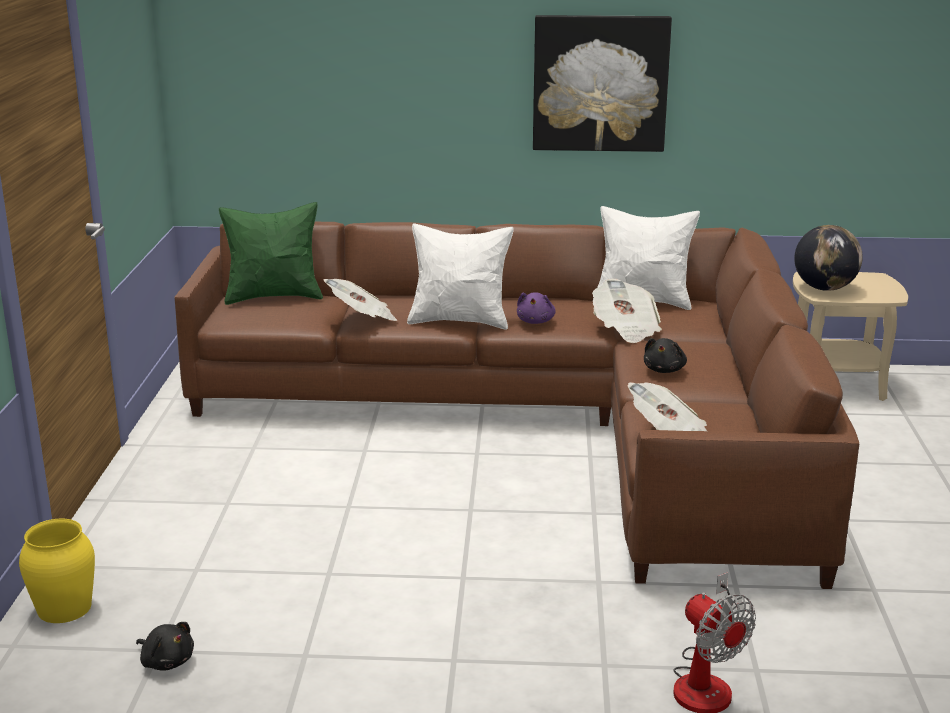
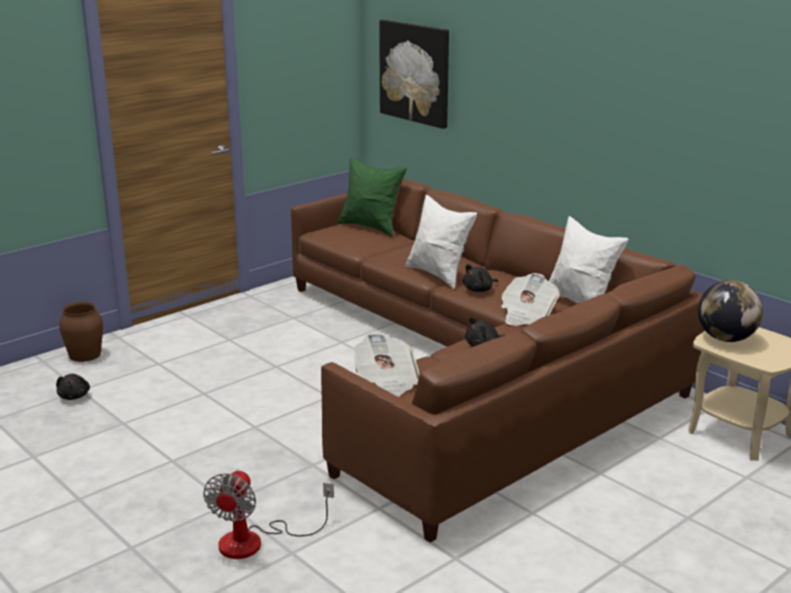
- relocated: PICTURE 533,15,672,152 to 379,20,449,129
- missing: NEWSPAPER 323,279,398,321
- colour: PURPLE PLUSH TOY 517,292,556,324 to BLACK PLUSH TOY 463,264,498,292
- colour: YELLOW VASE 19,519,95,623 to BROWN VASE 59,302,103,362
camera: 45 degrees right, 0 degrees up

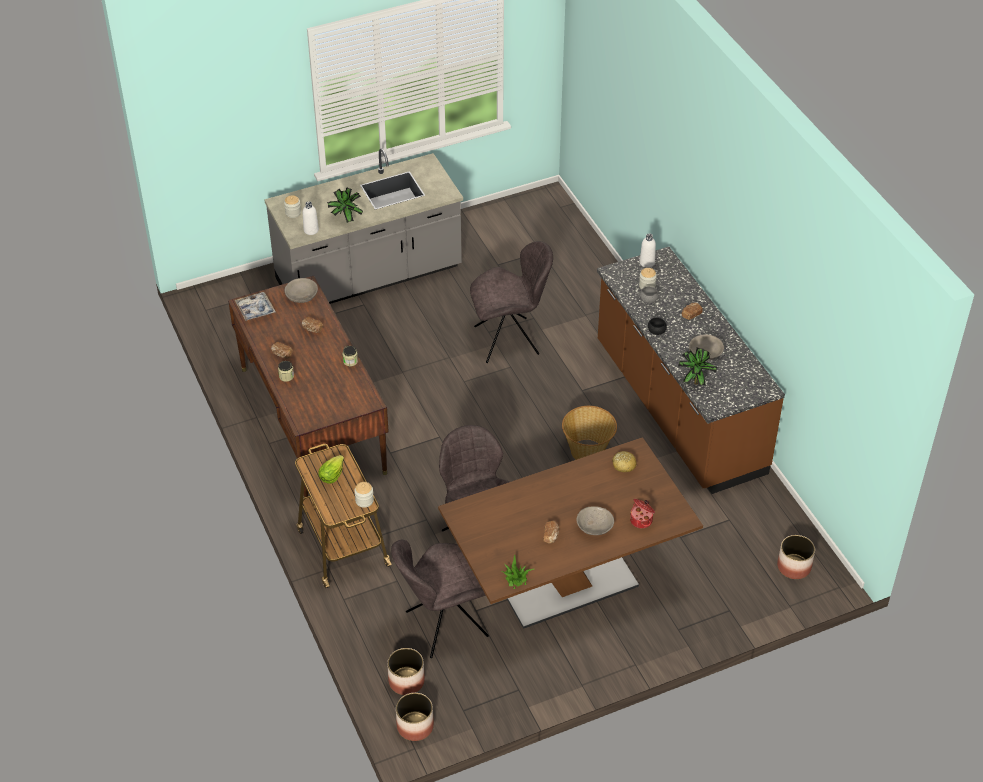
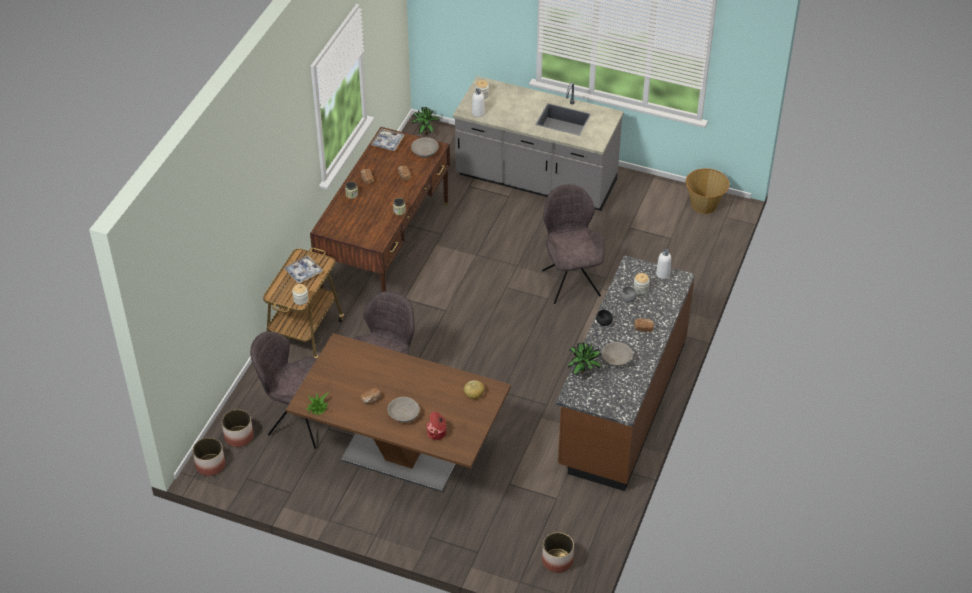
- relocated: POTTED PLANT 327,187,363,223 to 412,107,440,134
- spun: GREY CHAIR 470,241,553,363 = 542,184,605,304 135 degrees counterclockwise
- relocated: BASKET 562,406,617,460 to 686,168,729,214
- exchanged: LETTUCE 318,455,344,484 to TRAY 284,255,323,284
camera: 45 degrees right, 0 degrees up

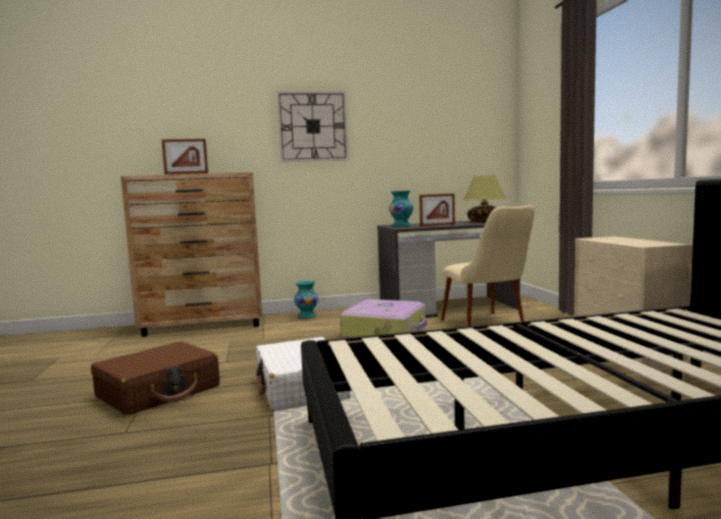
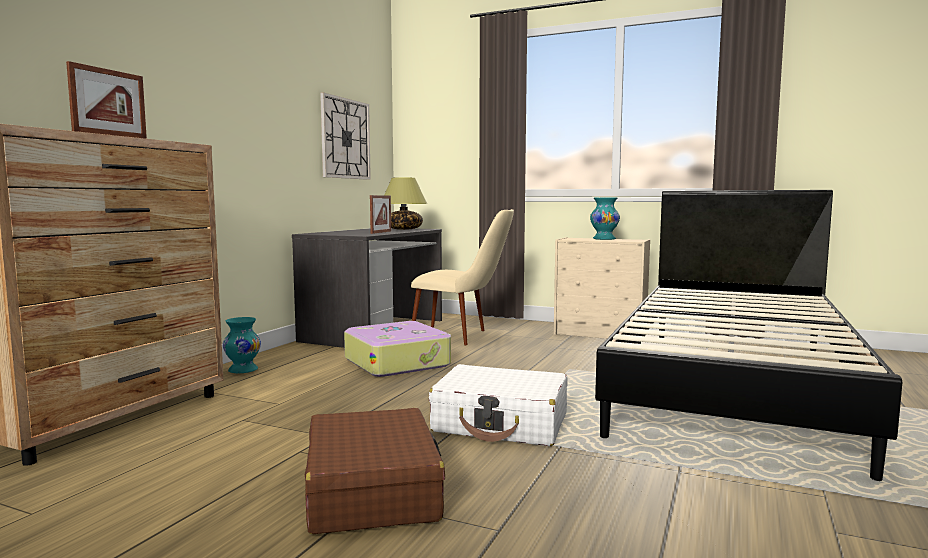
- relocated: WALL CLOCK 276,91,349,162 to 320,92,371,180
- relocated: TURQUOISE VASE 389,191,413,227 to 590,198,620,240
camera: 55 degrees left, 0 degrees up

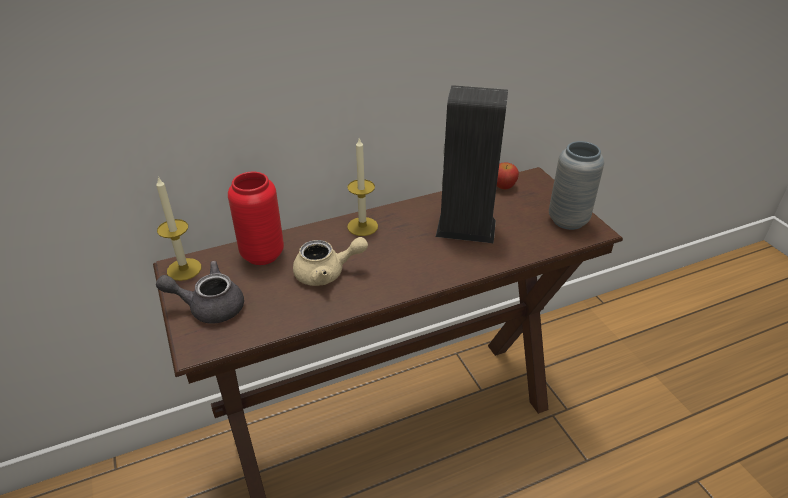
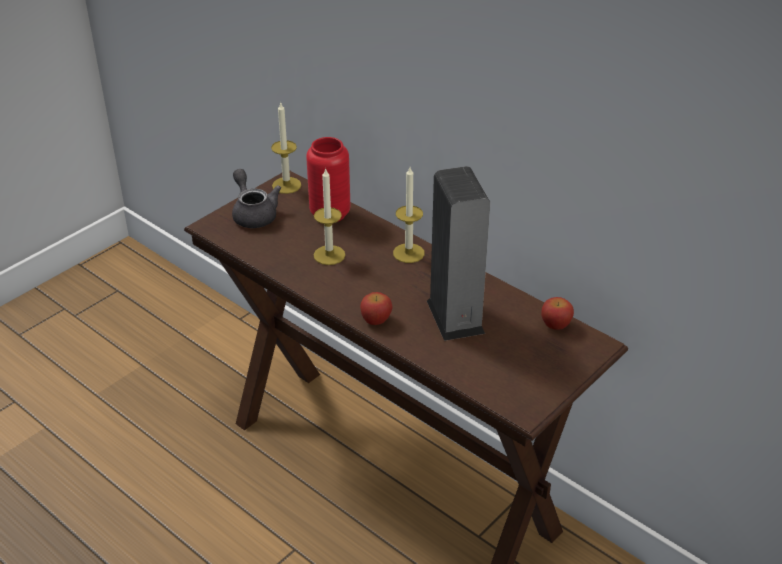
- missing: GREY VASE 549,141,604,230
- exchanged: BEIGE TEAPOT 293,237,368,286 to CANDLE 314,168,346,265
- appeared: APPLE 360,292,392,325
camera: 65 degrees right, 0 degrees up

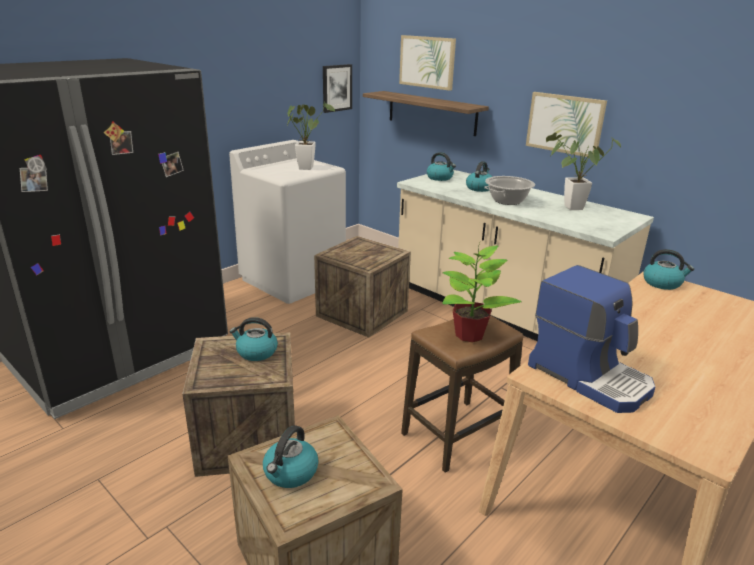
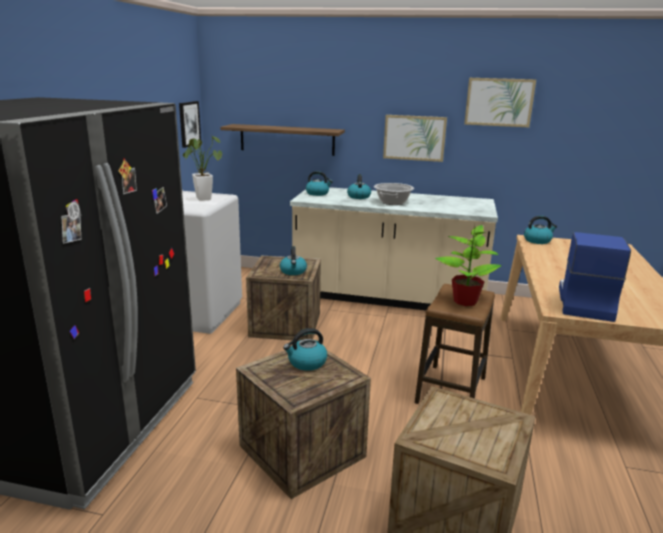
- relocated: PICTURE 399,35,456,91 to 464,78,536,127
- missing: POTTED PLANT 546,133,621,210
- spun: COFFEE MACHINE 528,265,655,413 = 559,232,631,322 90 degrees counterclockwise
- relocated: KETTLE 263,425,318,488 to 280,246,307,275
camera: 30 degrees left, 5 degrees down

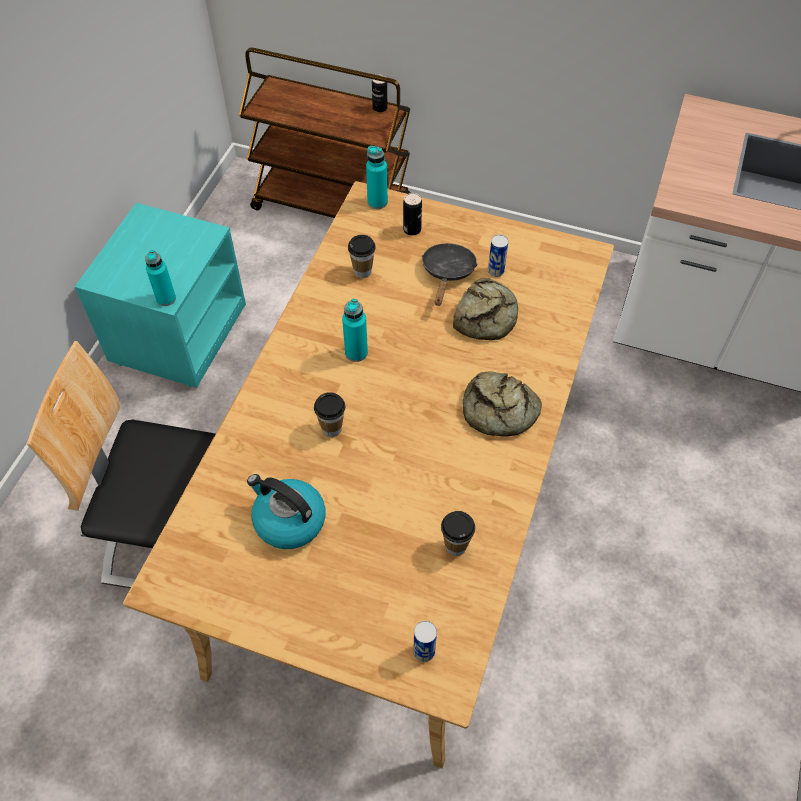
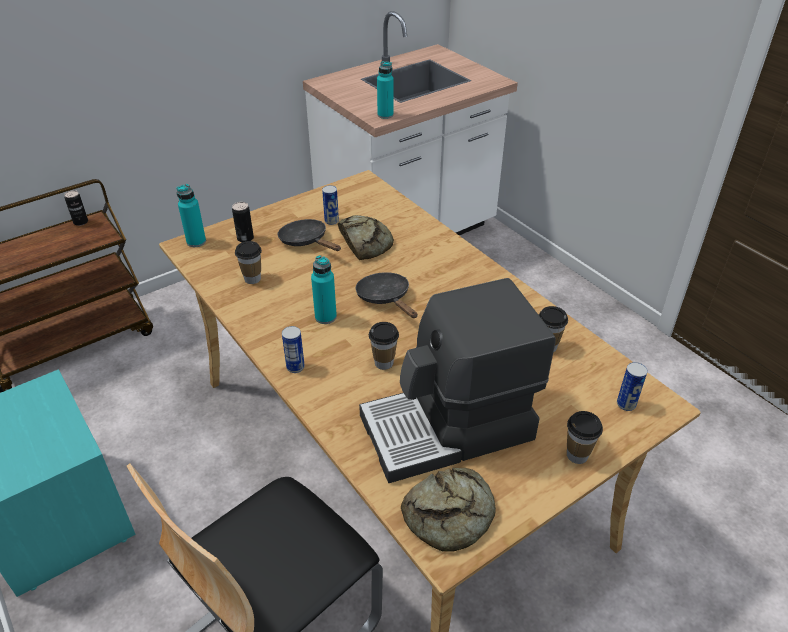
- relocated: TURQUOISE BOTTLE 145,250,176,306 to 377,61,394,119
- relocated: BREAD 463,371,542,437 to 401,468,496,552
- exchanged: KETTLE 247,474,325,549 to COFFEE MACHINE 359,278,556,483
- appeared: BLACK FRYING PAN 356,272,417,318
- appeared: CAN 282,326,305,373
- appeared: CUP 567,411,603,464
camera: 55 degrees left, 15 degrees down

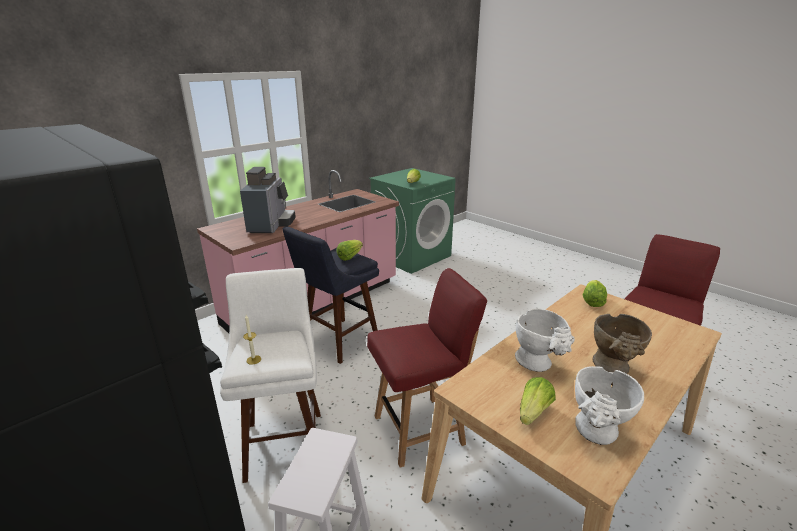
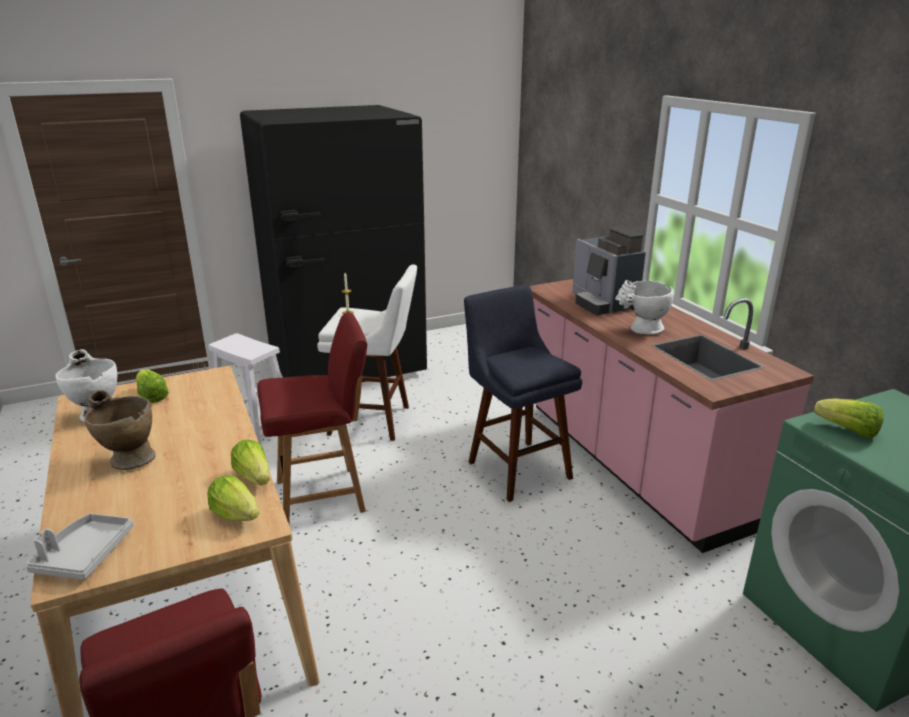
- spun: COFFEE MACHINE 240,167,296,233 = 572,227,646,315 45 degrees clockwise
- relocated: LETTUCE 336,240,363,261 to 231,440,270,486
- spun: RED CHAIR 367,268,487,468 = 257,312,367,523 105 degrees counterclockwise
- relocated: WHITE VASE 515,309,575,372 to 615,280,674,335
- appeared: GREY TRAY 26,513,134,580
camera: 110 degrees right, 0 degrees up

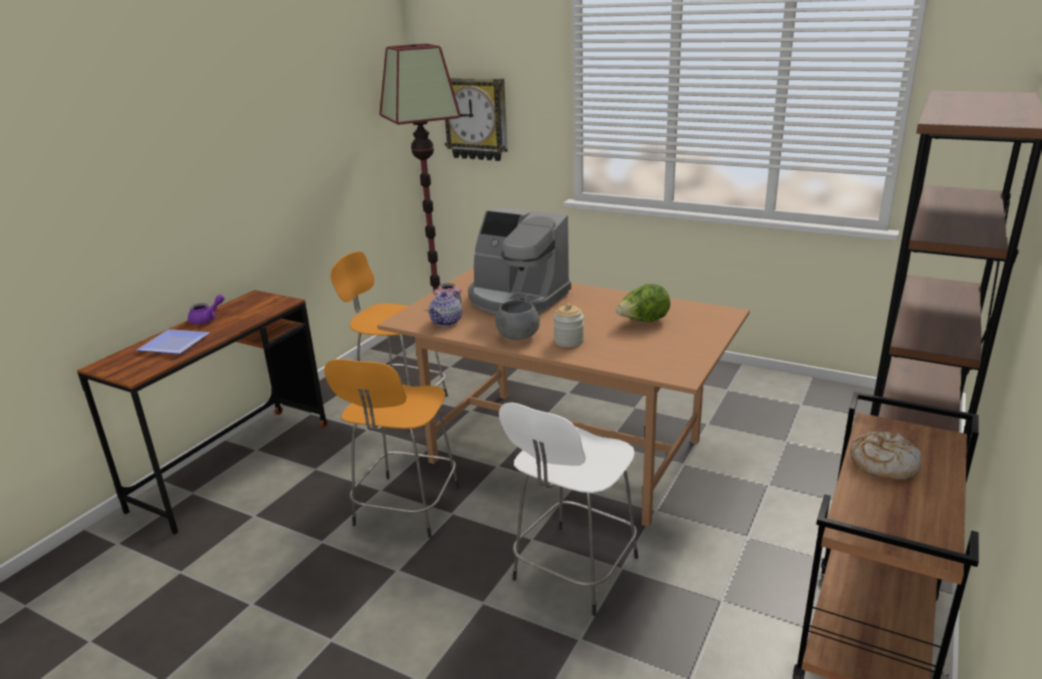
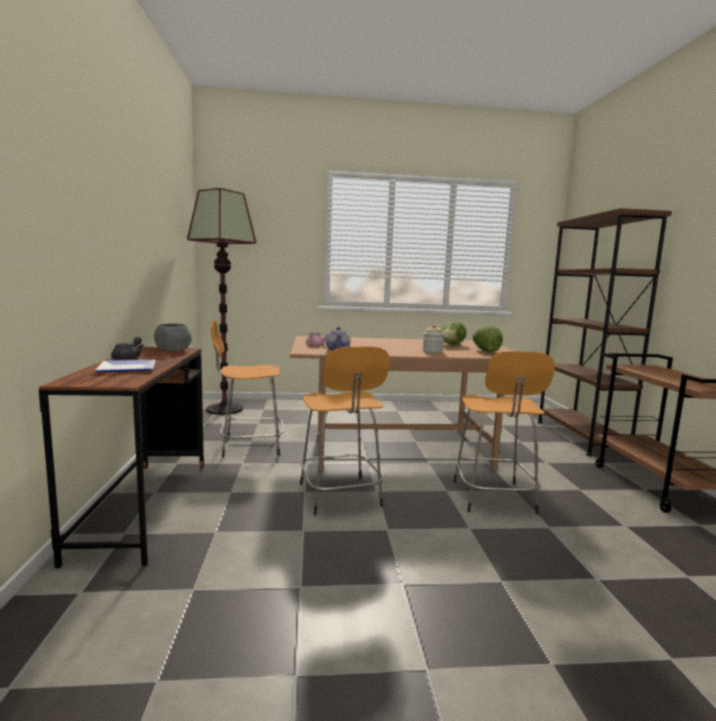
- missing: WALL CLOCK 445,78,508,161
- missing: COFFEE MACHINE 468,207,571,314
- colour: PURPLE TEAPOT 188,295,225,324 to GREY TEAPOT 111,337,144,360
- relocated: GREY BOWL 495,300,540,340 to 154,323,192,352
- colour: WHITE STOOL 499,402,638,616 to ORANGE STOOL 453,351,555,514
- missing: BREAD 850,431,921,480
- appeared: LETTUCE 473,326,503,352
camera: 35 degrees left, 15 degrees down

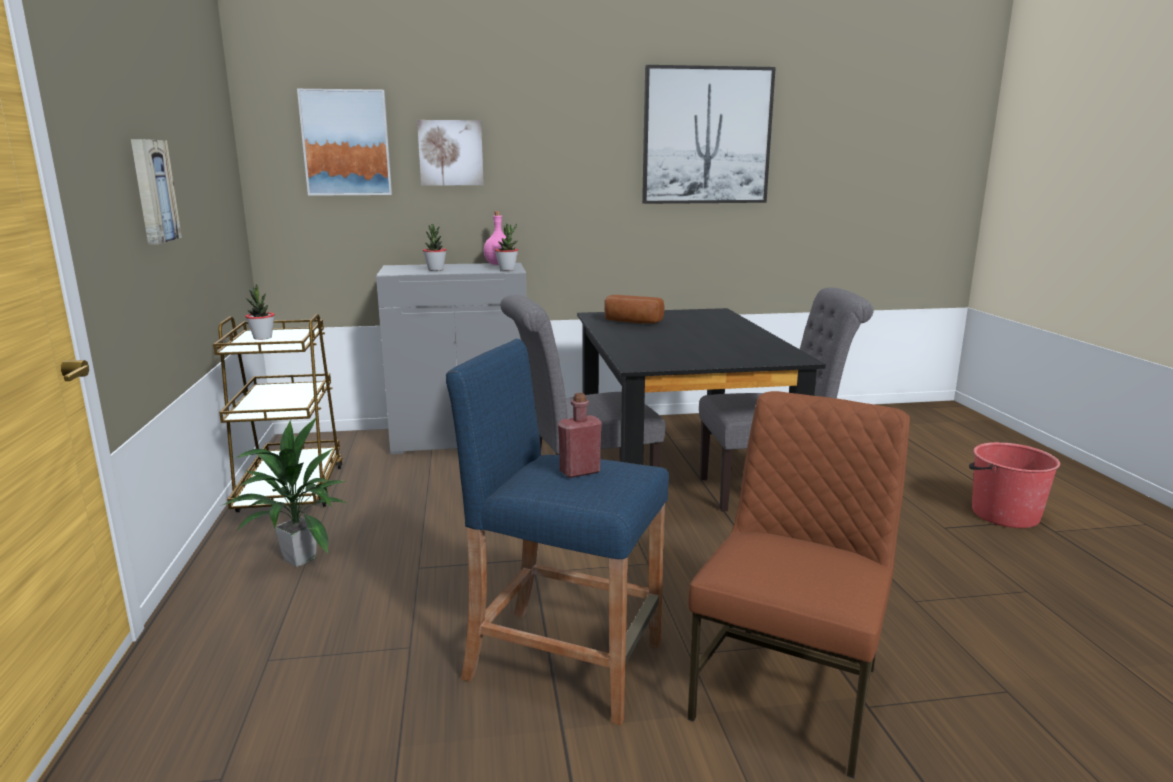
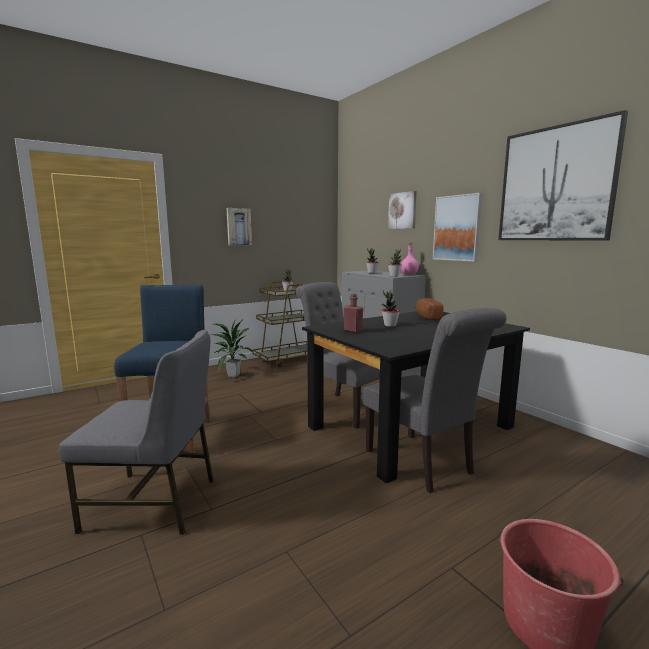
- relocated: PICTURE 297,89,392,196 to 433,193,482,261
- colour: BROWN CHAIR 687,391,910,778 to GREY CHAIR 59,330,214,535
- relocated: RED BOTTLE 558,393,602,478 to 344,294,363,333
- appeared: POTTED PLANT 382,291,400,327
camera: 65 degrees right, 5 degrees down

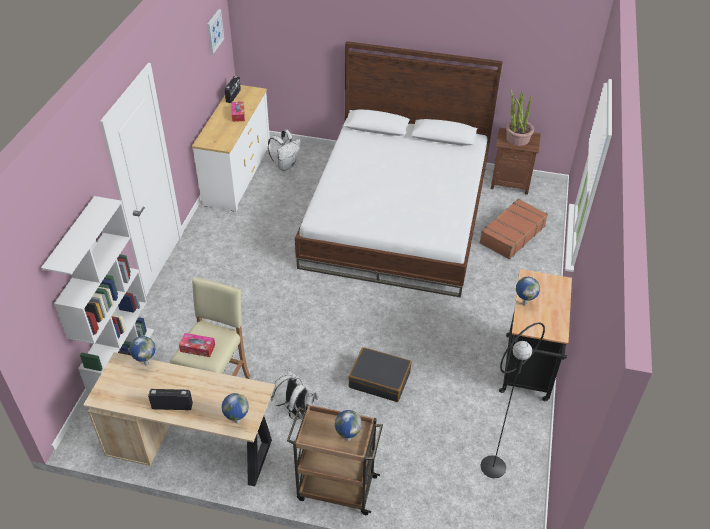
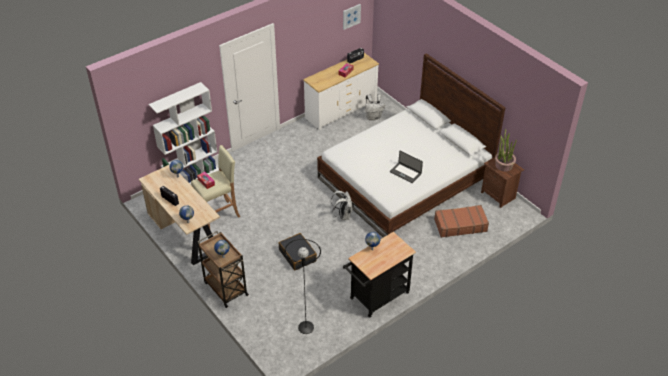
- relocated: WHITE BACKPACK 271,371,318,420 to 331,191,352,220
- appeared: LAPTOP 390,150,423,183
camera: 40 degrees right, 0 degrees up

